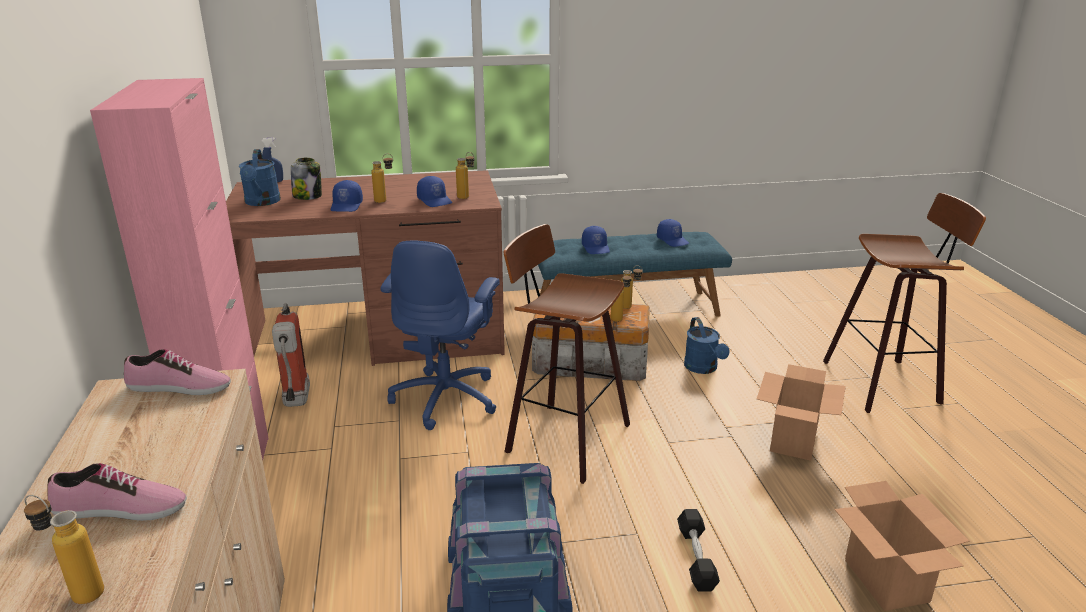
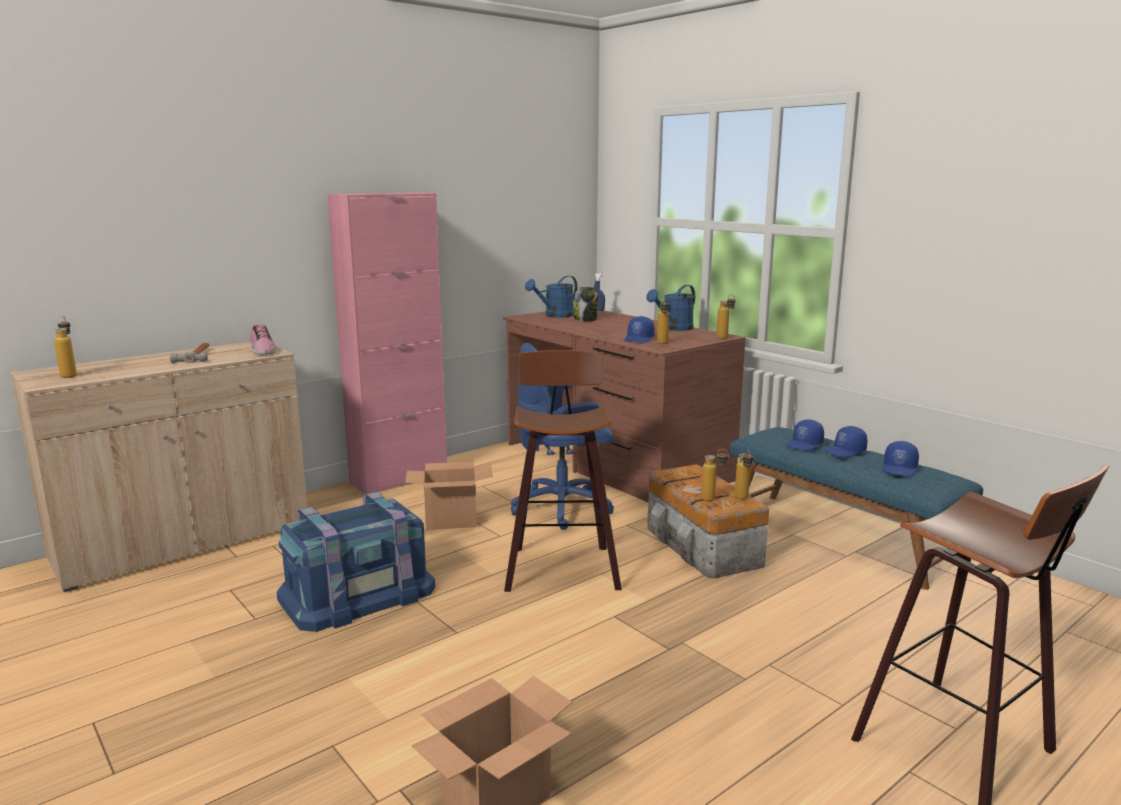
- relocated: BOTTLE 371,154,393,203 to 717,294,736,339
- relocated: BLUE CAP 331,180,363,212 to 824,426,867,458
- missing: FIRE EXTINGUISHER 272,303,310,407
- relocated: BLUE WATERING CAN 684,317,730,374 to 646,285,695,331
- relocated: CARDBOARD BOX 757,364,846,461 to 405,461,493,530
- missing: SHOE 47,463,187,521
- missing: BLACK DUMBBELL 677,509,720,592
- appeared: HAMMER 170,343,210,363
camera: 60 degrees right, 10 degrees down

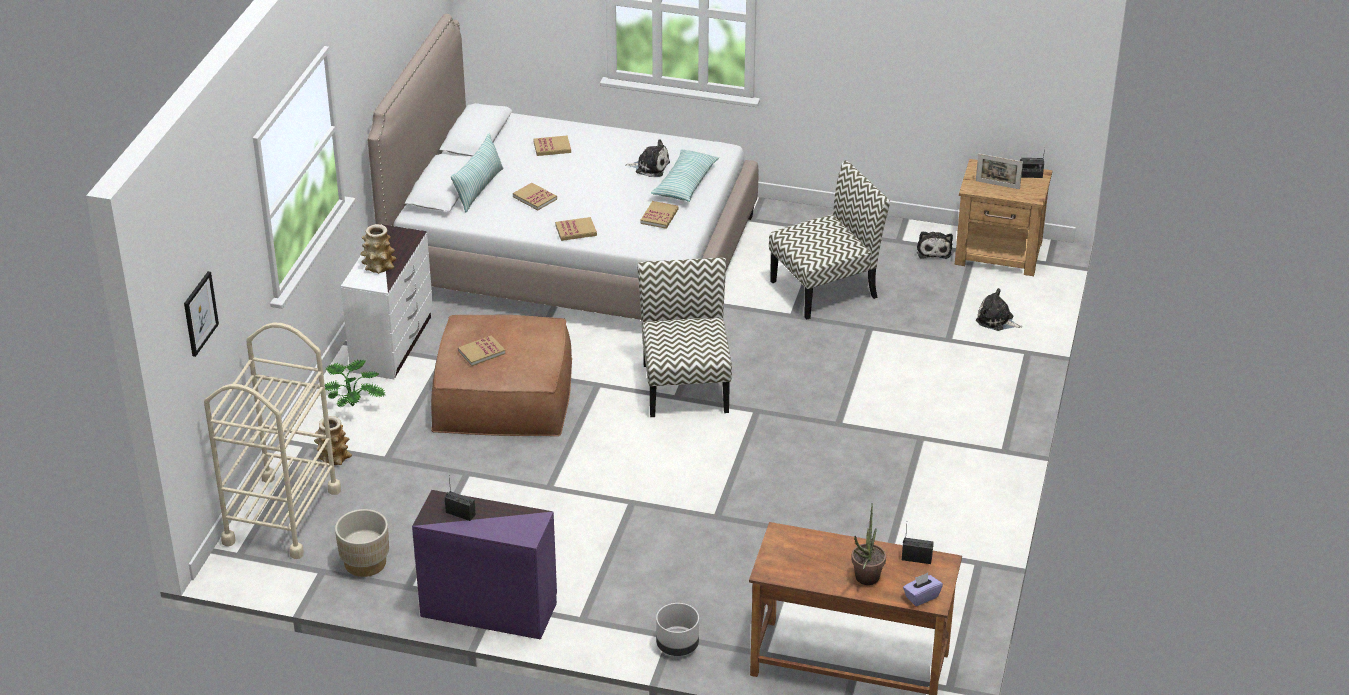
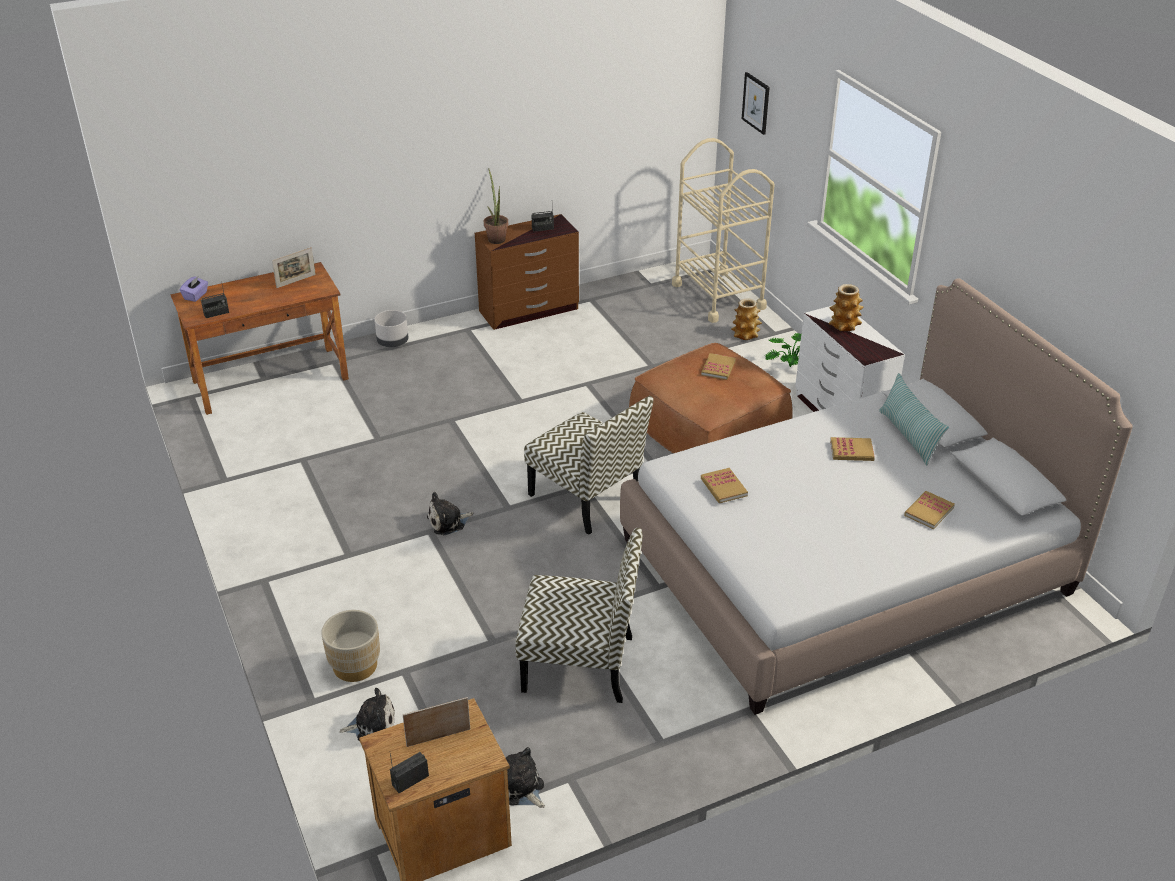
- relocated: PLUSH TOY 625,139,670,177 to 427,492,473,535
- missing: PILLOW 651,149,719,202
- spun: CHAIR 769,160,890,320 = 515,528,643,703 105 degrees counterclockwise
- missing: BOOK 555,217,597,241
- colour: PURPLE DRESSER 412,490,557,640 to BROWN DRESSER 475,214,579,330
- relocated: POTTED PLANT 851,503,886,585 to 484,168,508,244
- relocated: BEIGE PLANTER 335,509,389,577 to 321,610,380,682
- appeared: PICTURE FRAME 272,247,316,288
camera: 140 degrees right, 0 degrees up

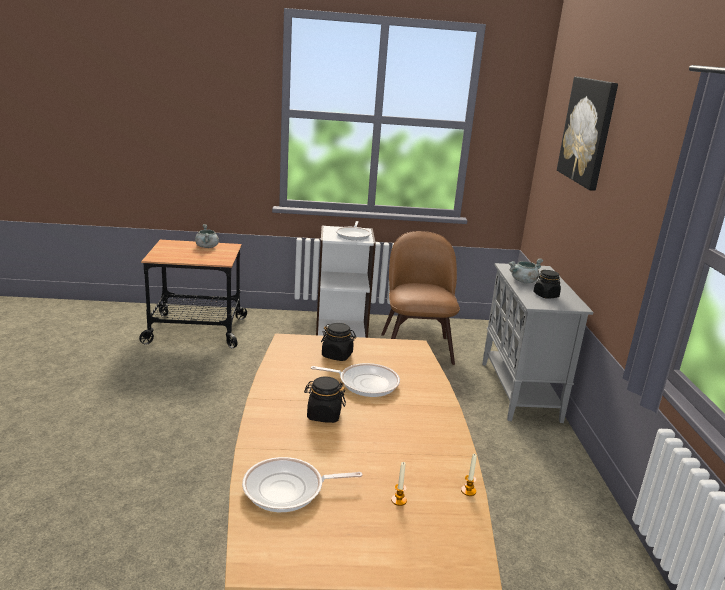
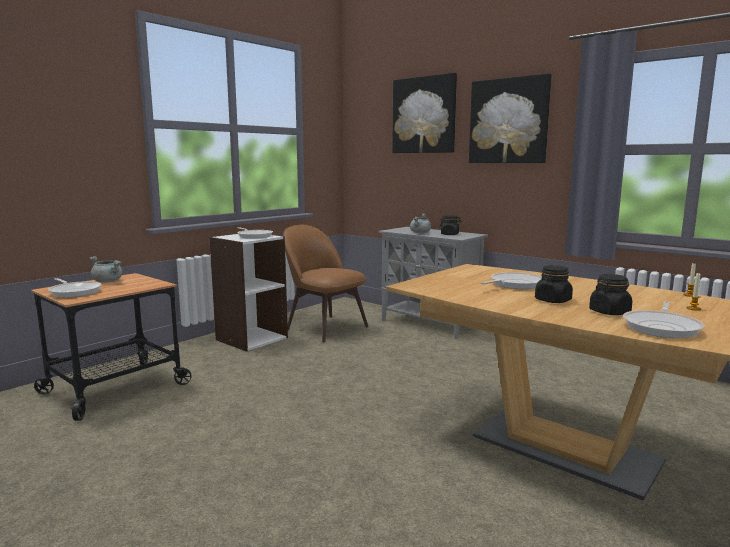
- relocated: BLACK JAR 321,323,356,361 to 589,274,633,315
- appeared: PICTURE 469,73,551,163
- appeared: FRYING PAN 48,278,102,297
camera: 45 degrees left, 10 degrees down

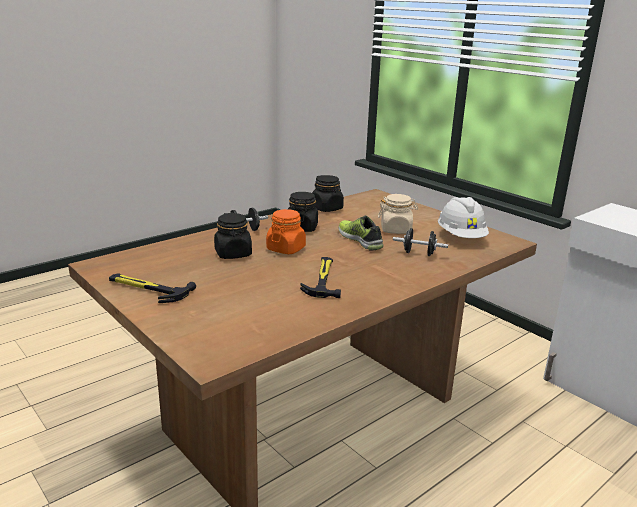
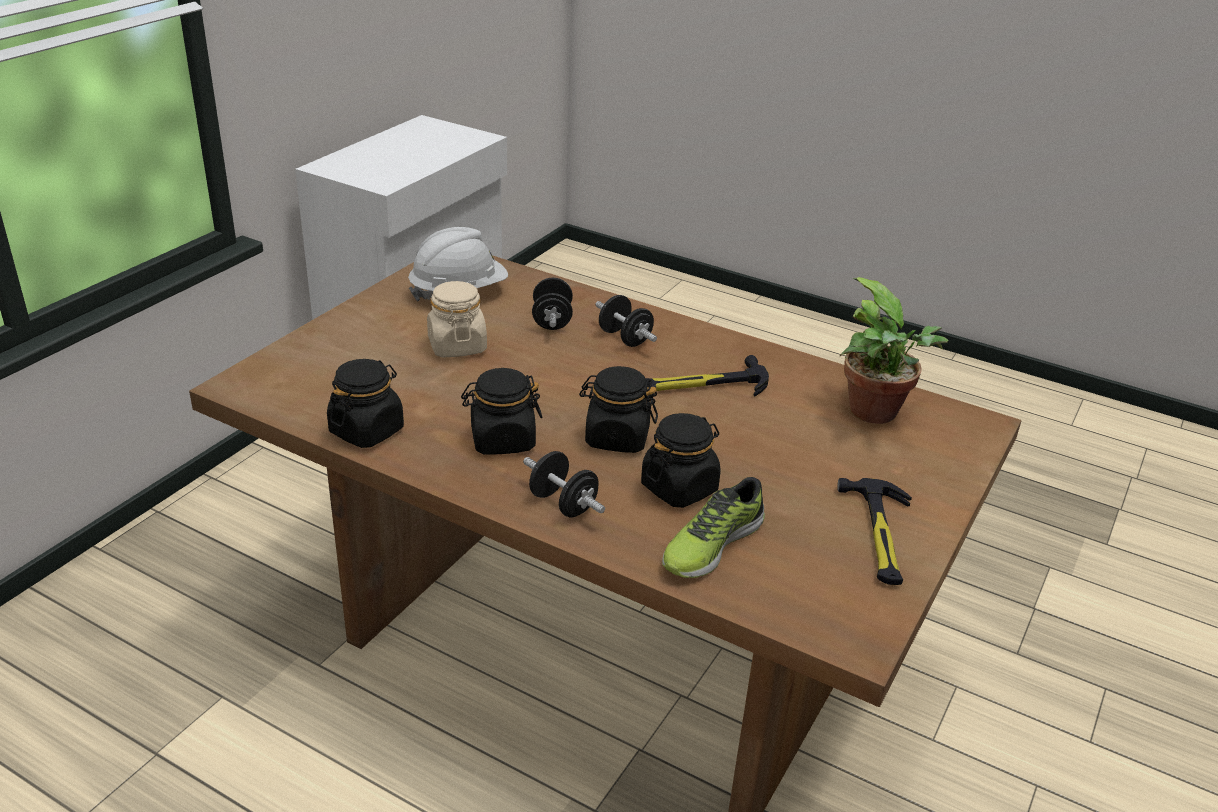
- colour: ORANGE JAR 266,209,306,254 to BLACK JAR 579,366,658,453
- relocated: SHOE 338,215,383,251 to 662,477,765,578
- appeared: POTTED PLANT 840,277,949,424
- appeared: BLACK DUMBBELL 595,295,657,347
camera: 110 degrees left, 10 degrees up

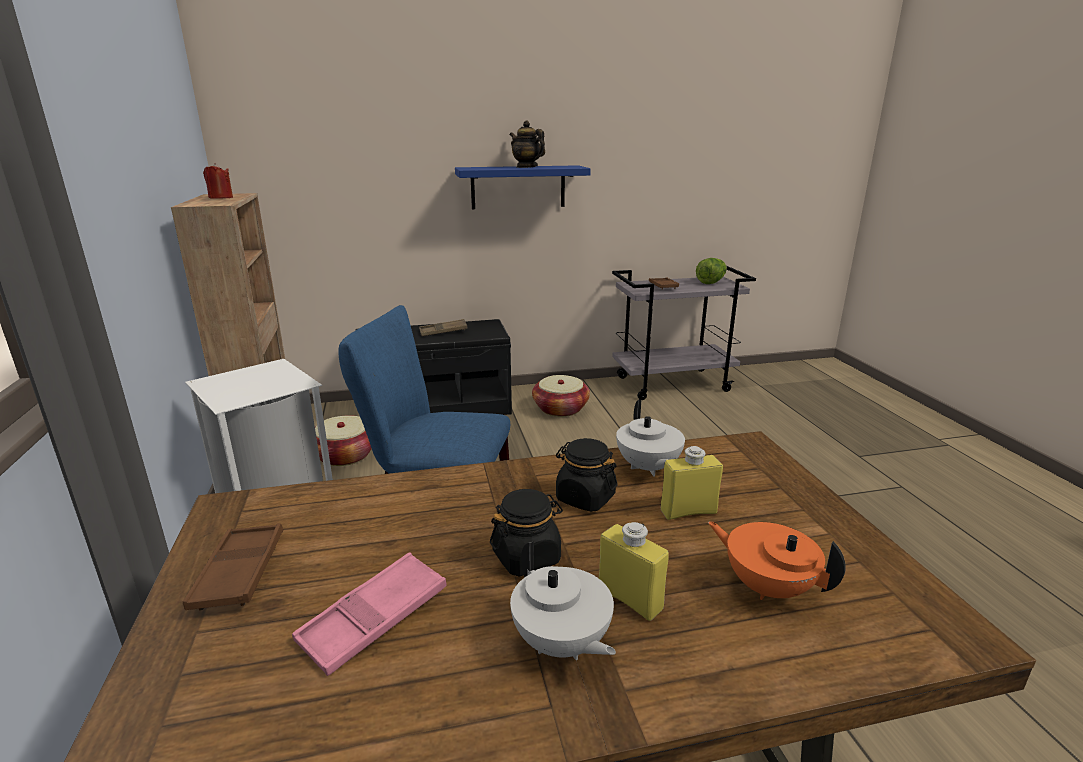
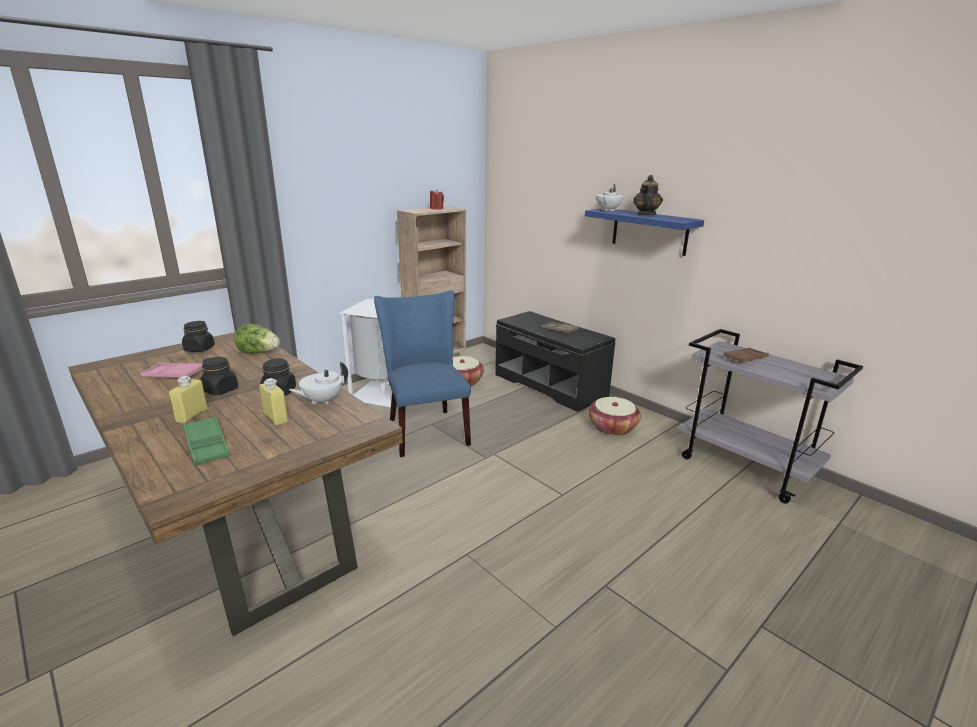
- relocated: LETTUCE 696,258,727,284 to 234,324,280,354
- exchanged: ORANGE TEAPOT 708,521,846,600 to GREEN TRAY 183,416,230,466
- exchanged: BROWN TRAY 183,523,283,611 to BLACK JAR 182,321,215,352
- relocated: WHITE TEAPOT 510,541,616,660 to 596,184,624,211
camera: 60 degrees right, 0 degrees up

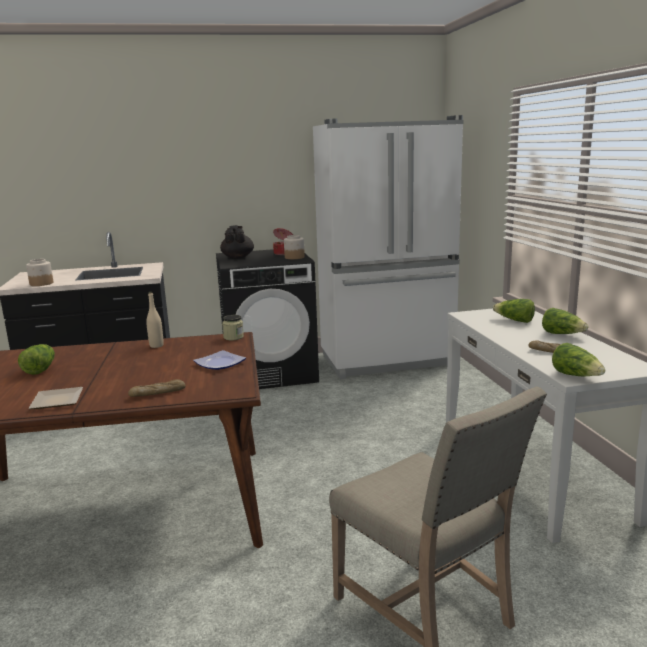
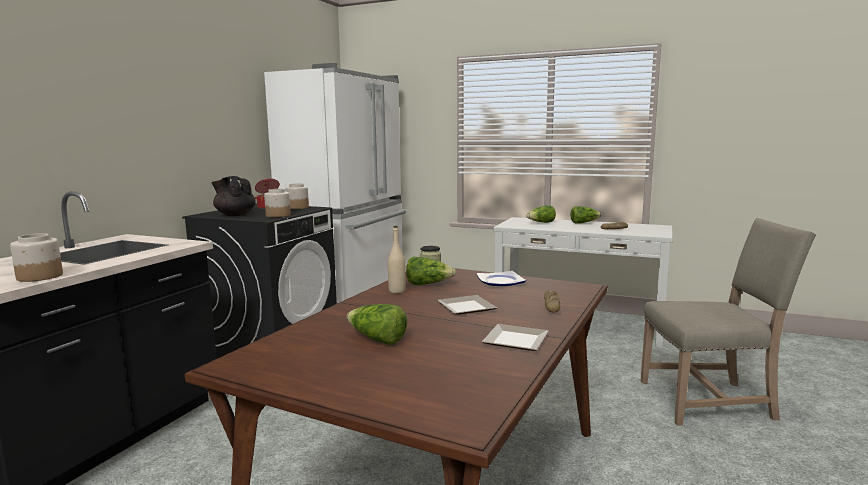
- relocated: LETTUCE 552,343,605,376 to 406,257,456,285
- appeared: JAR 264,189,291,217
- appeared: PLATE 437,295,497,315
camera: 55 degrees left, 5 degrees down

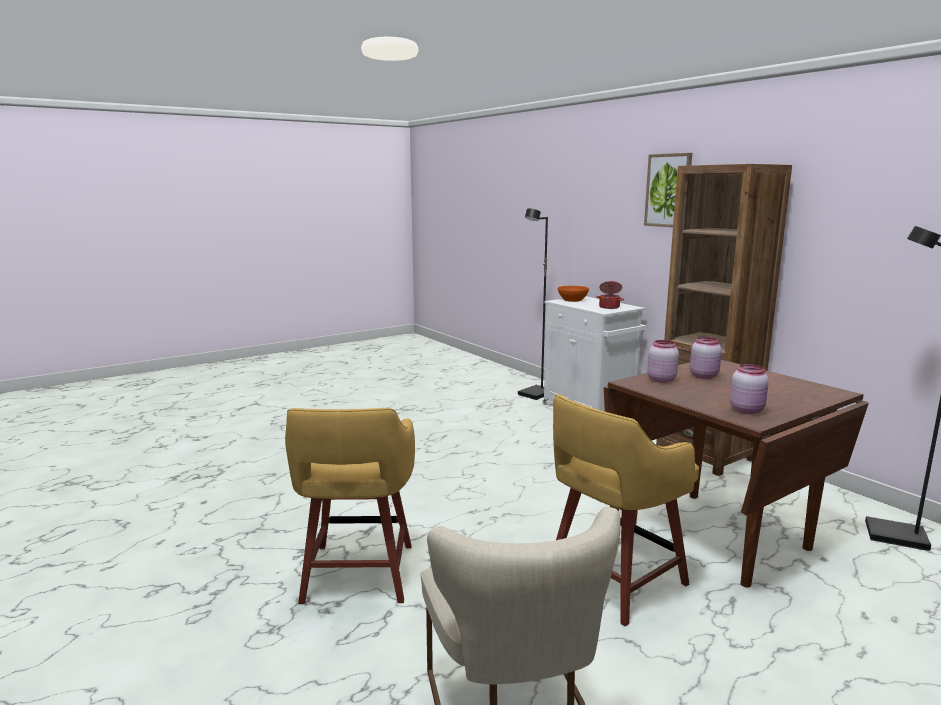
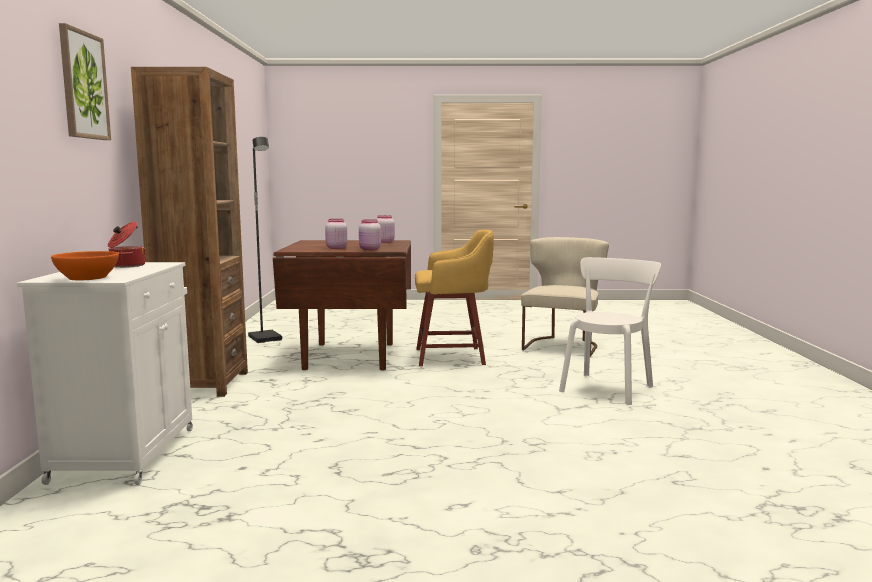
- missing: BLACK FLOOR LAMP 518,208,548,400
- exchanged: YELLOW STOOL 285,408,415,604 to WHITE CHAIR 559,257,661,405
camera: 145 degrees left, 5 degrees down

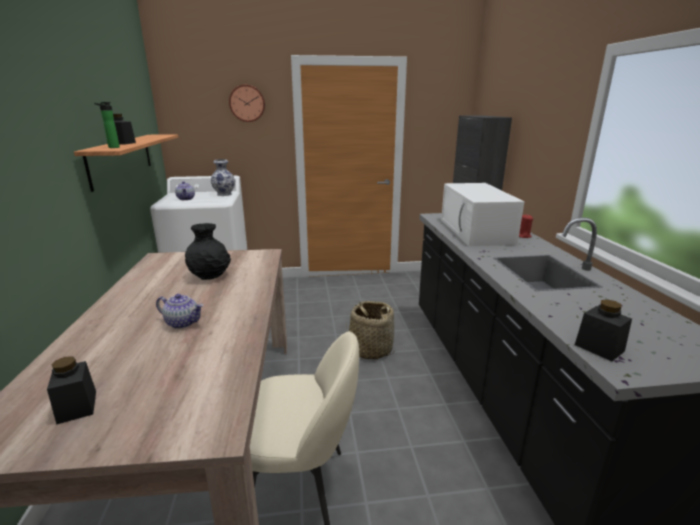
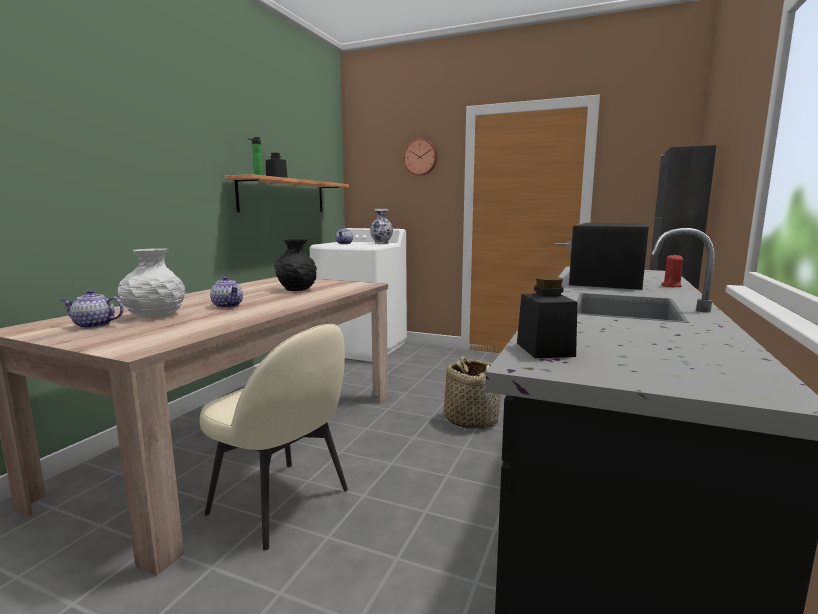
- colour: WHITE MICROWAVE 441,183,524,246 to BLACK MICROWAVE 569,223,649,290
- exchanged: BLACK JAR 47,356,96,425 to TEAPOT 61,290,124,328
- appeared: WHITE VASE 118,248,185,318
camera: 30 degrees right, 10 degrees down

